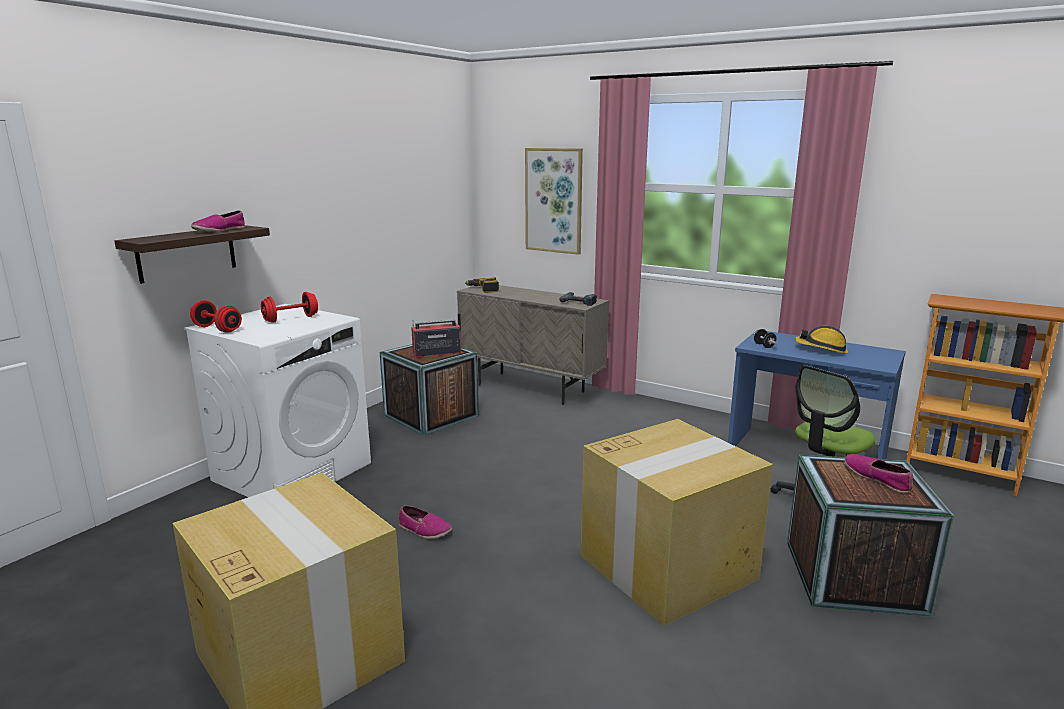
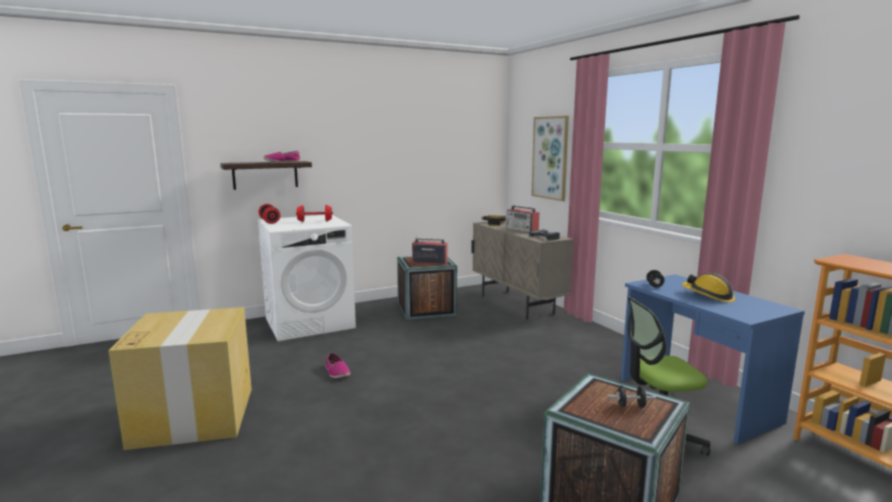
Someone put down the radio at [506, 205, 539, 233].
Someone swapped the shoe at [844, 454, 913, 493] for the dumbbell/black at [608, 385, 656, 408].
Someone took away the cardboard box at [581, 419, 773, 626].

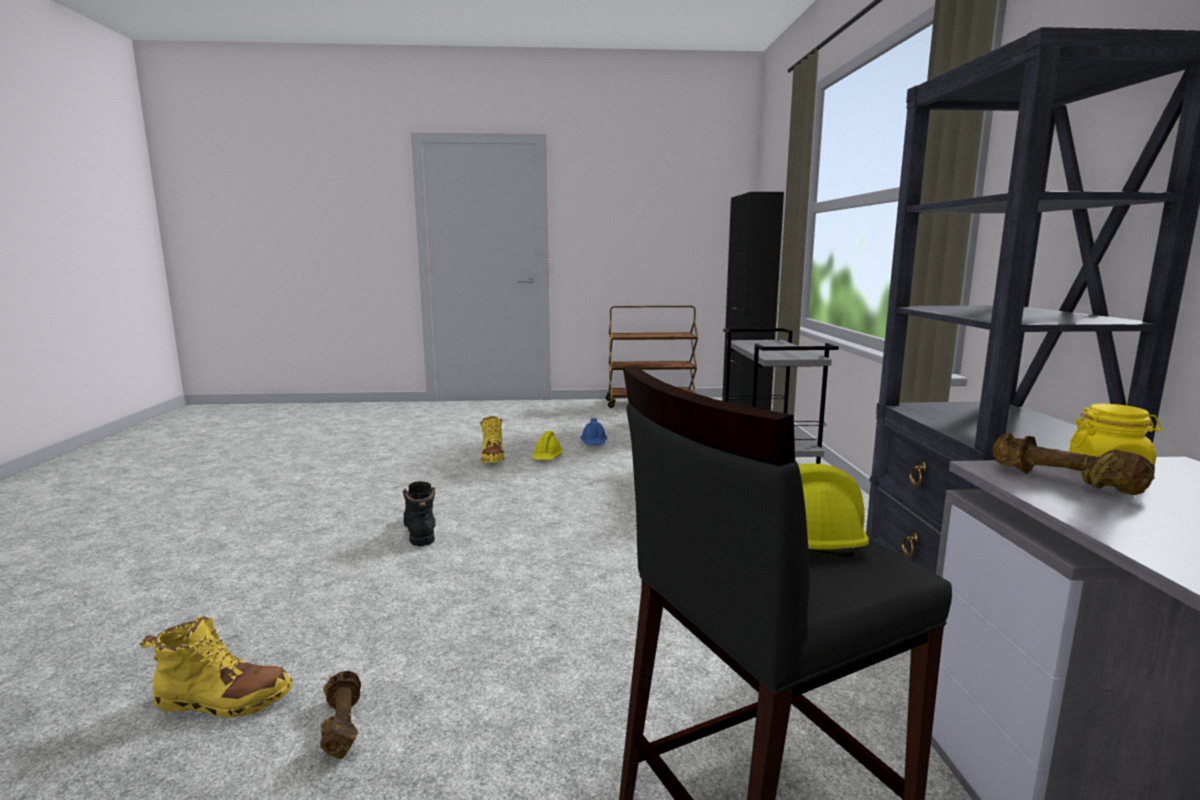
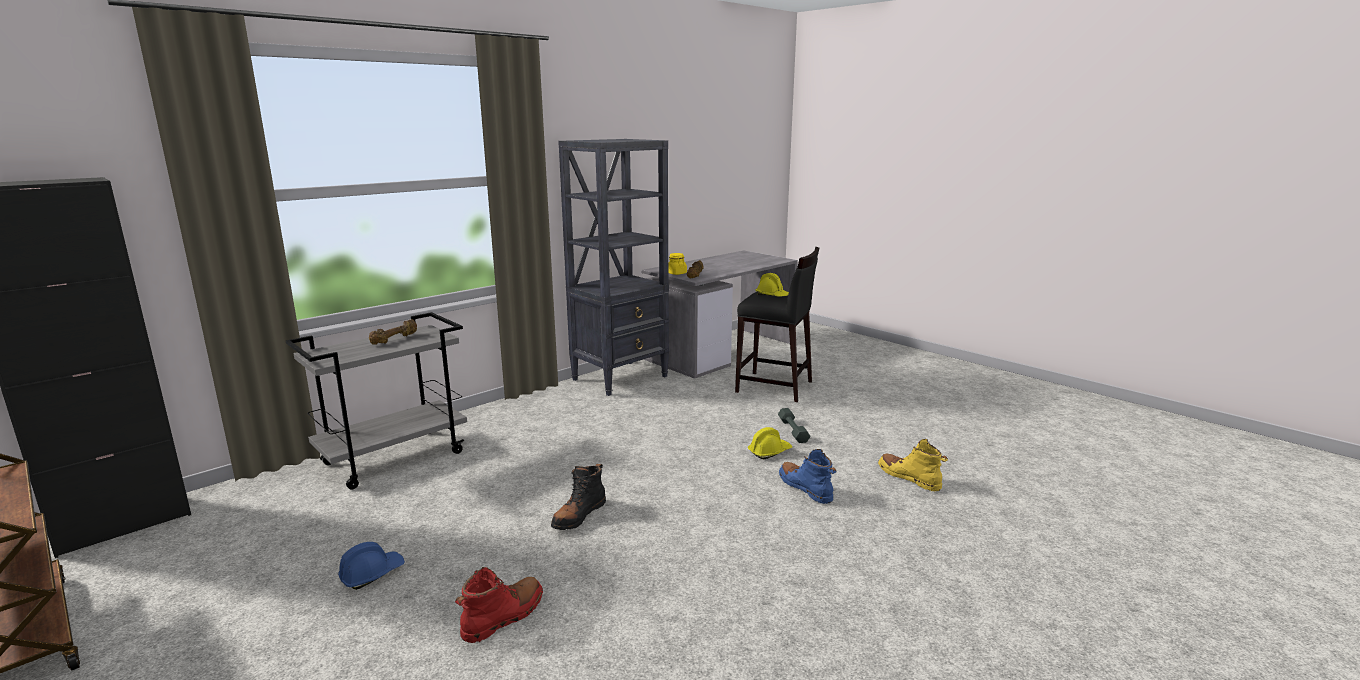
Someone carried the dumbbell/brown from [320, 671, 361, 759] to [369, 319, 417, 345].
Someone repainted the boot/yellow at [480, 416, 505, 464], which became the boot/red at [455, 567, 543, 643].
Someone carried the boot/black from [403, 481, 435, 546] to [551, 464, 606, 530].
Someone carried the hard hat/yellow from [532, 431, 563, 460] to [748, 427, 792, 459].
Someone put down the dumbbell/grey at [778, 408, 810, 443].
Someone put down the boot/blue at [779, 449, 837, 504].

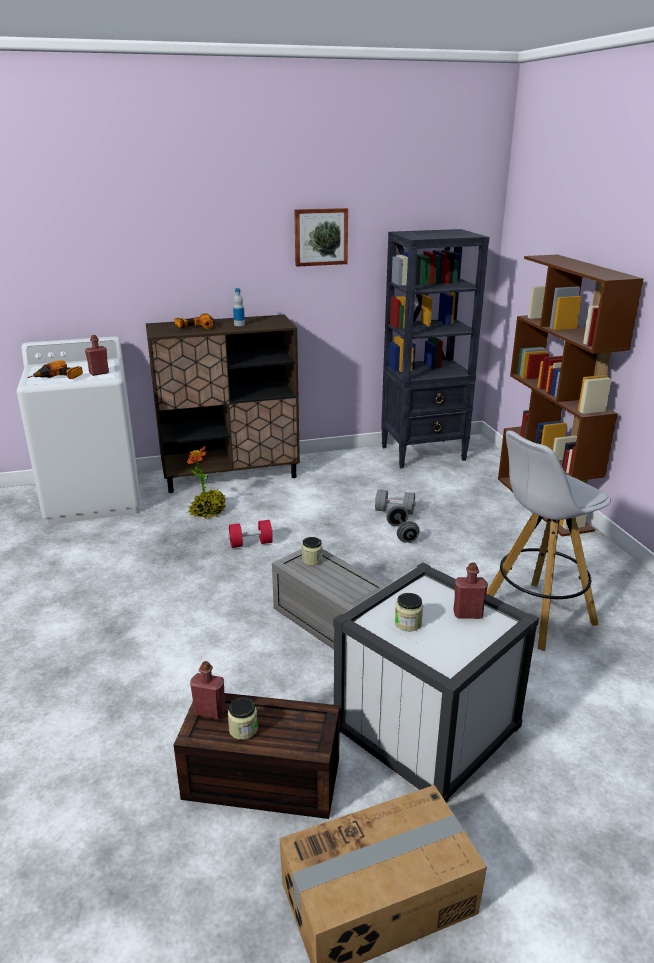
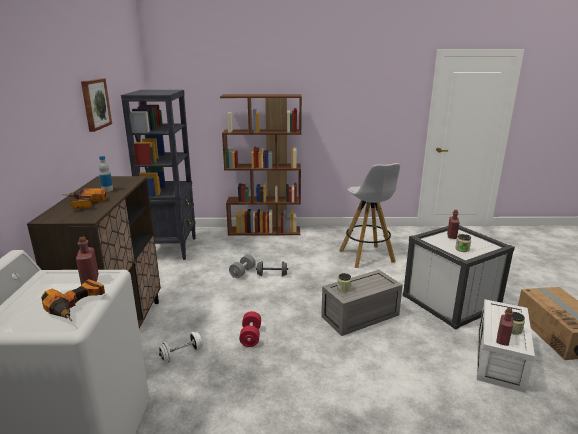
Someone swapped the potted plant at [187, 446, 226, 518] for the dumbbell/white at [159, 332, 203, 363].
Someone repainted the storage box/brown at [174, 693, 340, 819], which became the storage box/white at [477, 299, 535, 393].

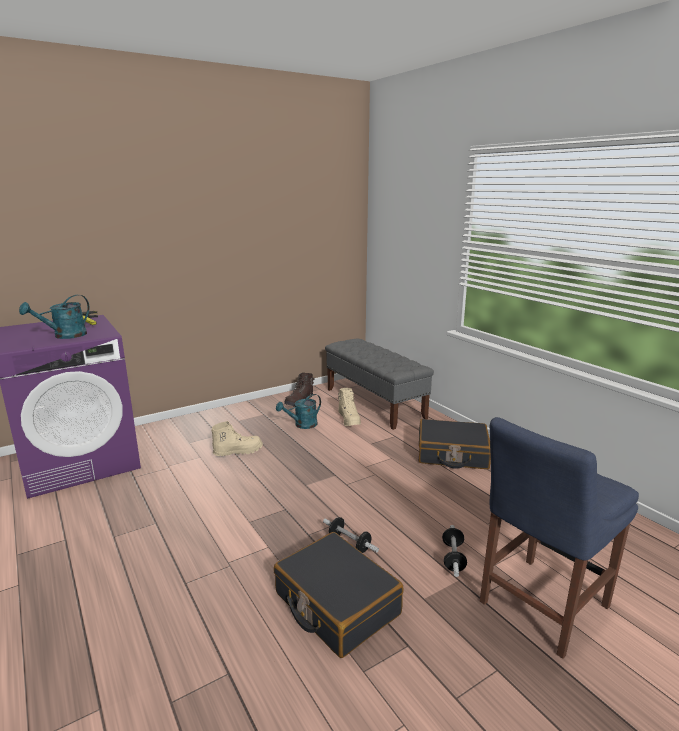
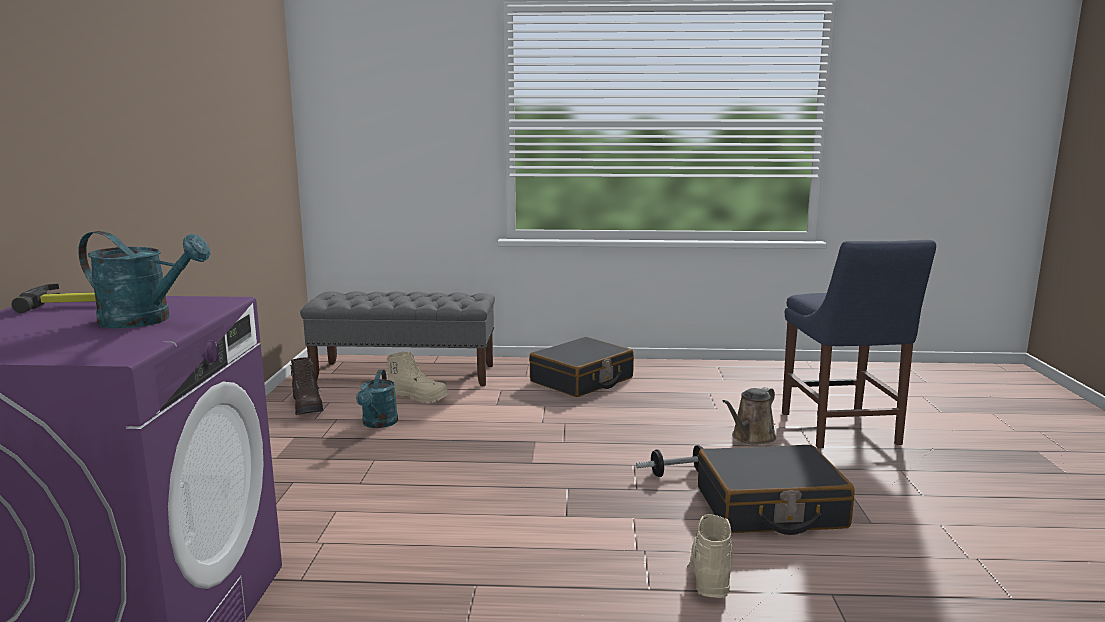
Someone rotated the watering can/turquoise at [19, 295, 90, 339] by 60 degrees counterclockwise.
Someone carried the boot/beige from [211, 421, 263, 456] to [687, 515, 732, 598].
Someone swapped the dumbbell at [442, 525, 467, 577] for the watering can/brown at [723, 387, 776, 445].

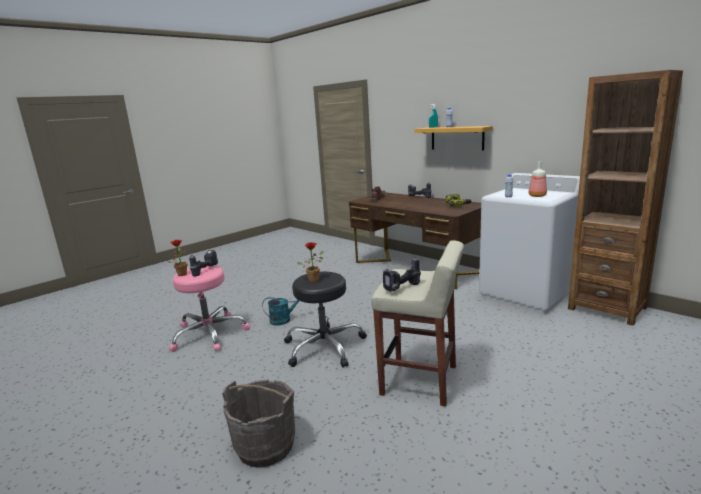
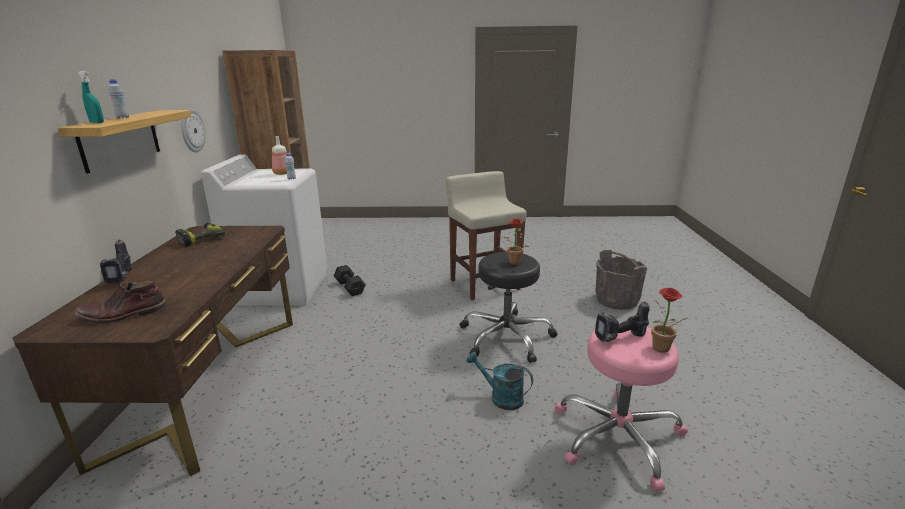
Someone put up the wall clock at [181, 109, 206, 152].
Someone put down the dumbbell/black at [334, 265, 366, 296].
Someone took away the power drill at [383, 257, 421, 292].

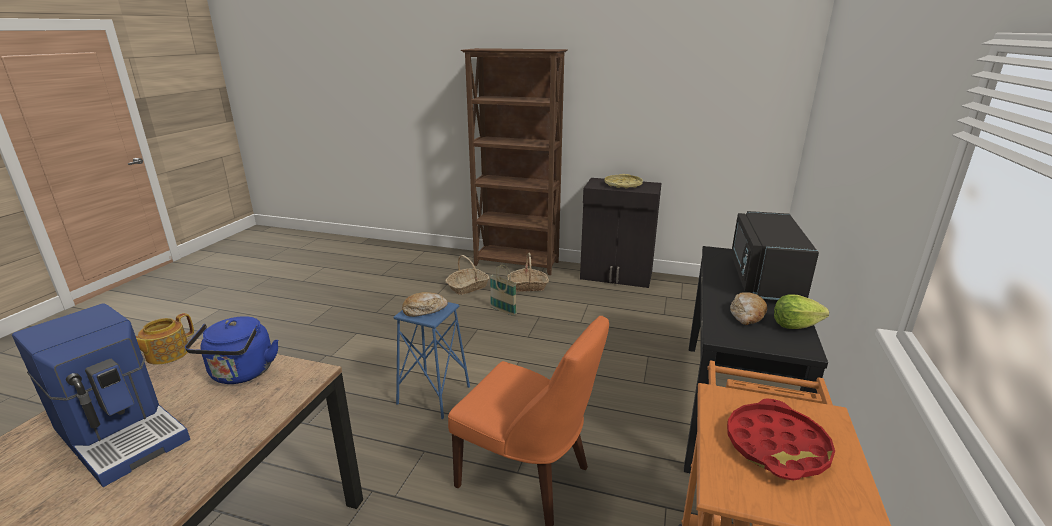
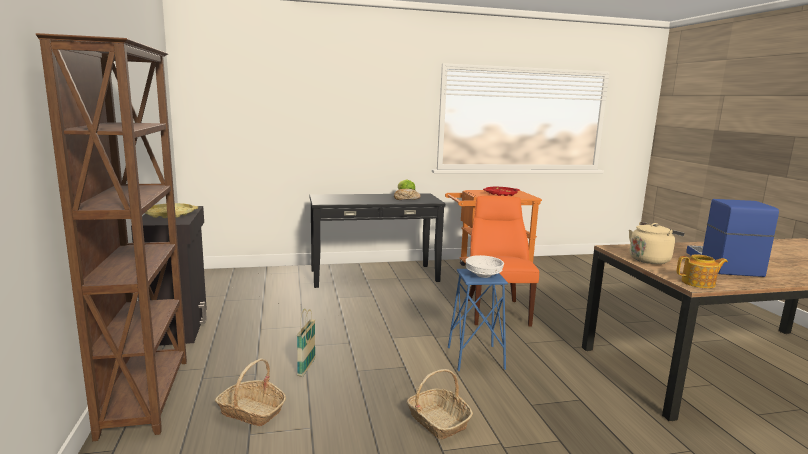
Someone carried the basket from [508, 253, 549, 292] to [407, 369, 473, 440].
Someone swapped the bread at [402, 292, 448, 317] for the bowl/white at [466, 255, 504, 278].
Someone repainted the kettle/blue at [185, 316, 278, 384], which became the kettle/beige at [629, 222, 685, 264].
Someone took away the microwave/black at [731, 211, 819, 300].

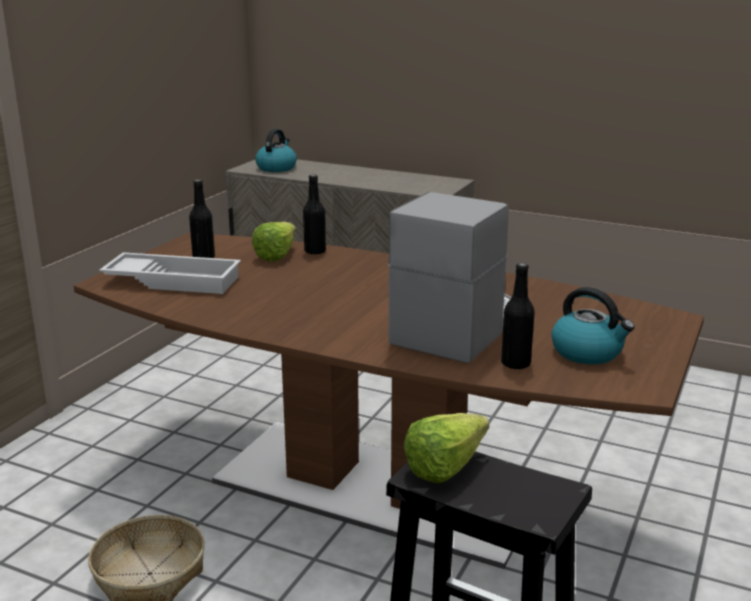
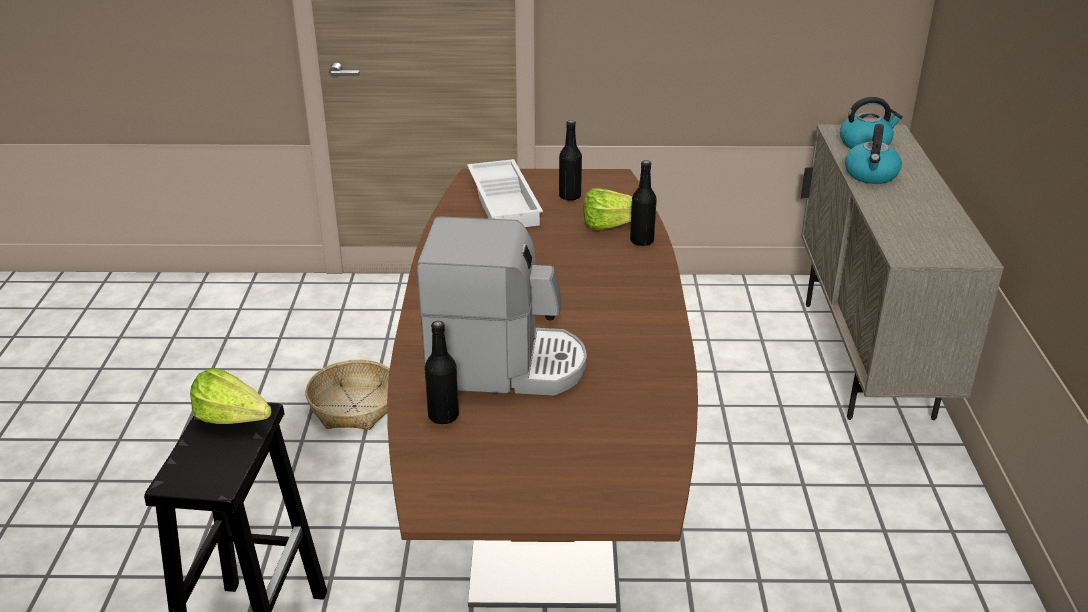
Someone carried the kettle from [551, 287, 635, 364] to [845, 124, 902, 184].

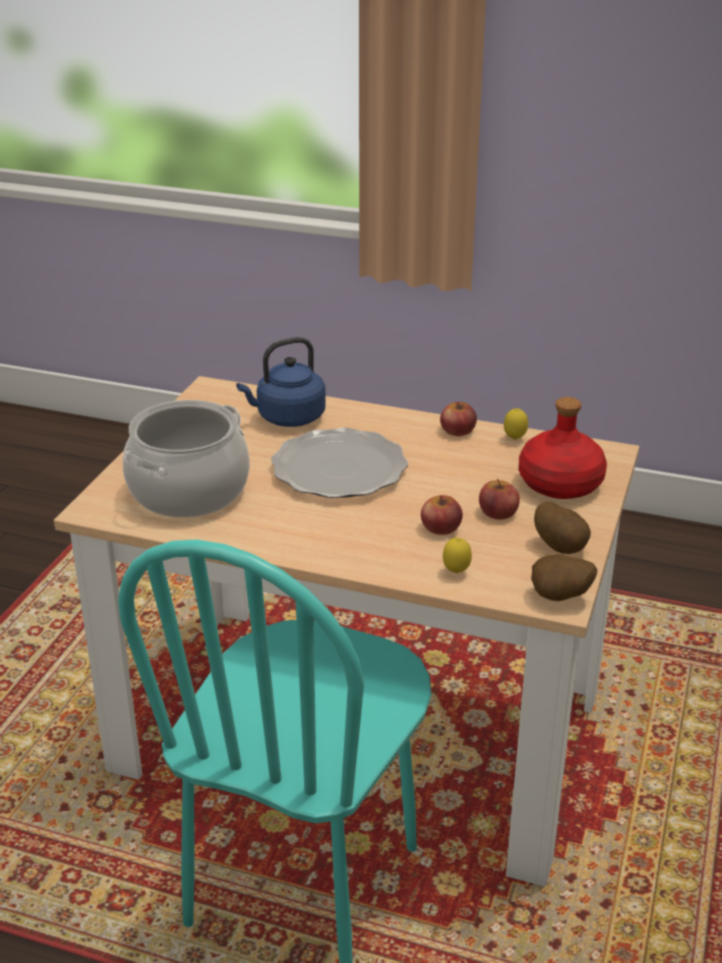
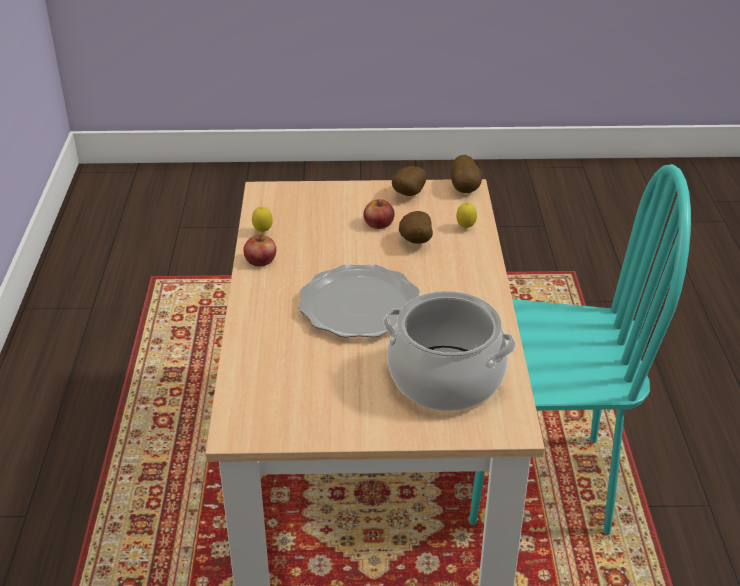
Someone swapped the apple at [421, 495, 463, 535] for the potato at [399, 211, 433, 244].
Someone took away the kettle/blue at [236, 337, 326, 427].
Someone took away the bottle/red at [519, 397, 607, 499].

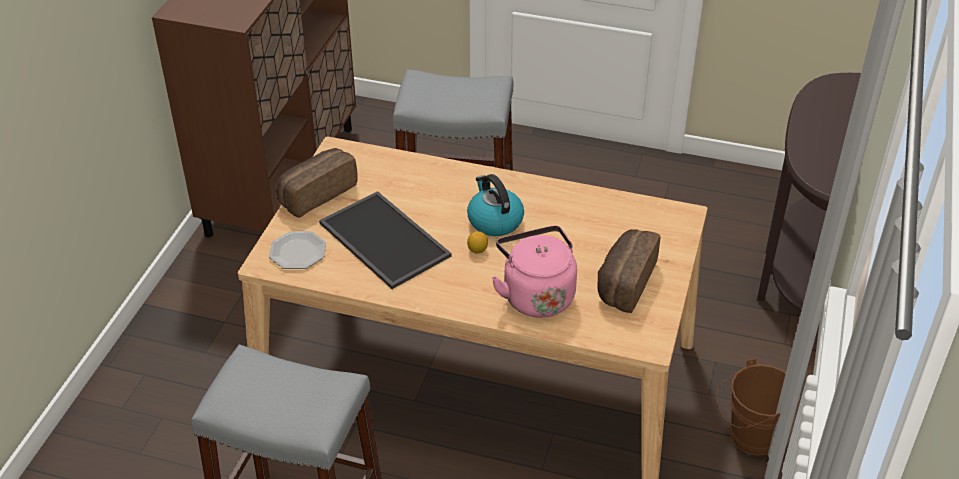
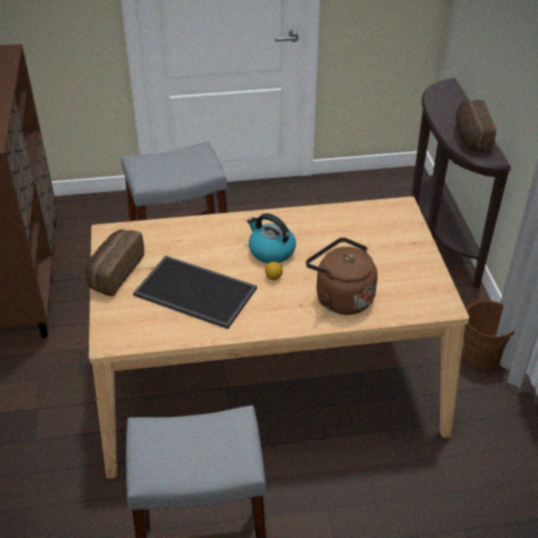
Someone repainted the kettle/pink at [491, 226, 577, 318], which became the kettle/brown at [306, 237, 378, 315].
Someone carried the bread from [597, 229, 661, 313] to [456, 100, 496, 152].
Someone took away the plate at [269, 231, 326, 269].

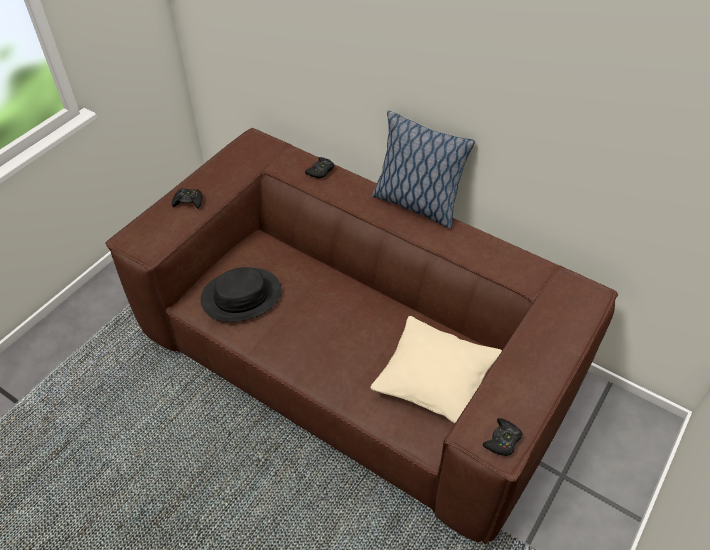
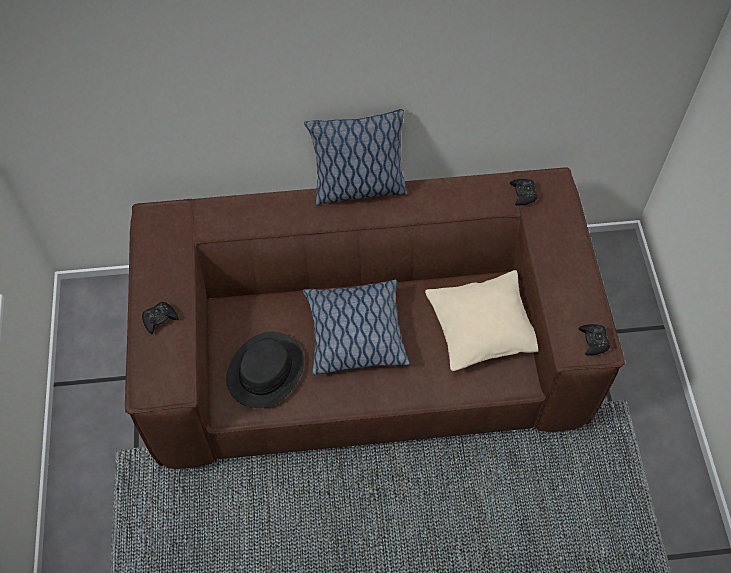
Someone put down the pillow at [303, 279, 410, 375].
Someone carried the game controller/black from [305, 157, 335, 178] to [510, 179, 538, 206].

